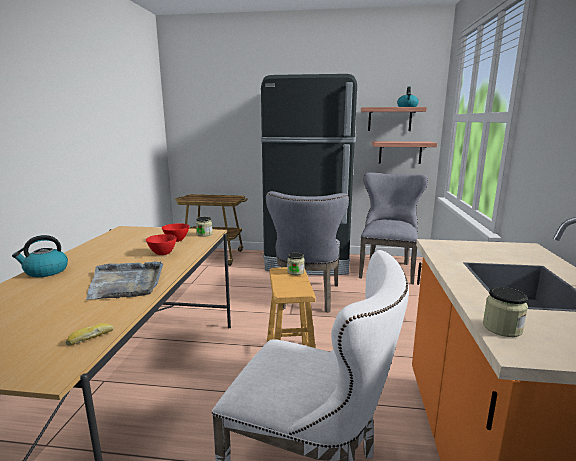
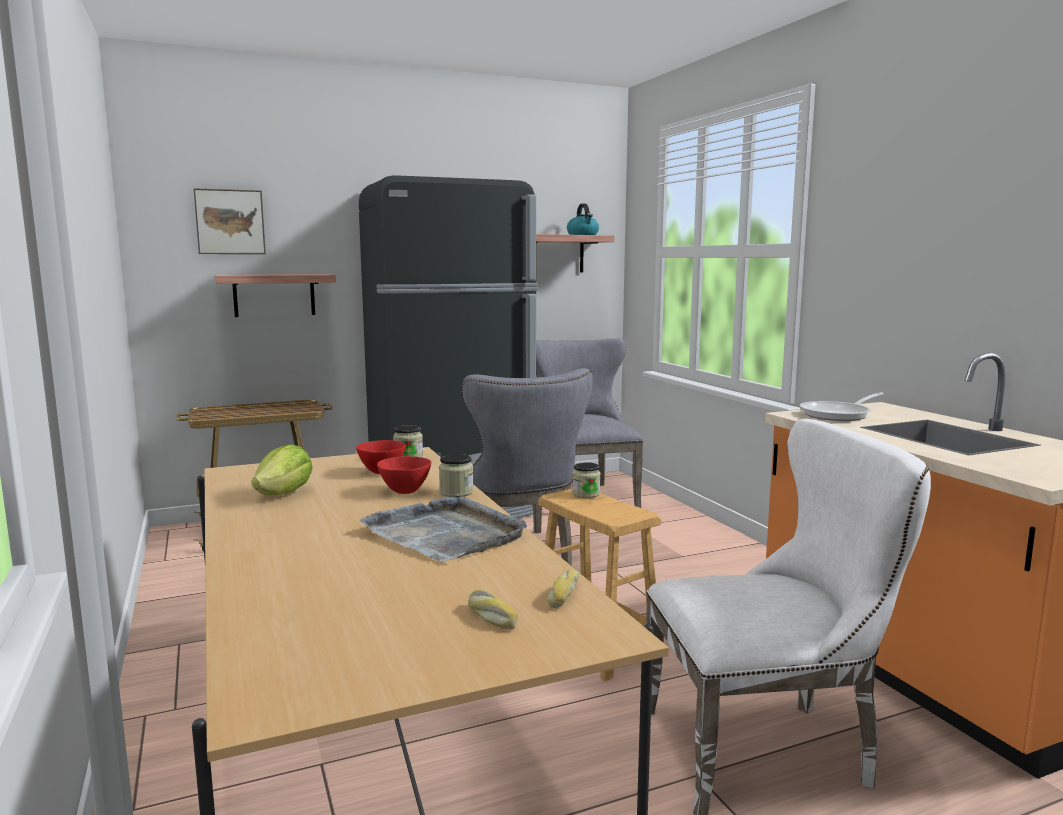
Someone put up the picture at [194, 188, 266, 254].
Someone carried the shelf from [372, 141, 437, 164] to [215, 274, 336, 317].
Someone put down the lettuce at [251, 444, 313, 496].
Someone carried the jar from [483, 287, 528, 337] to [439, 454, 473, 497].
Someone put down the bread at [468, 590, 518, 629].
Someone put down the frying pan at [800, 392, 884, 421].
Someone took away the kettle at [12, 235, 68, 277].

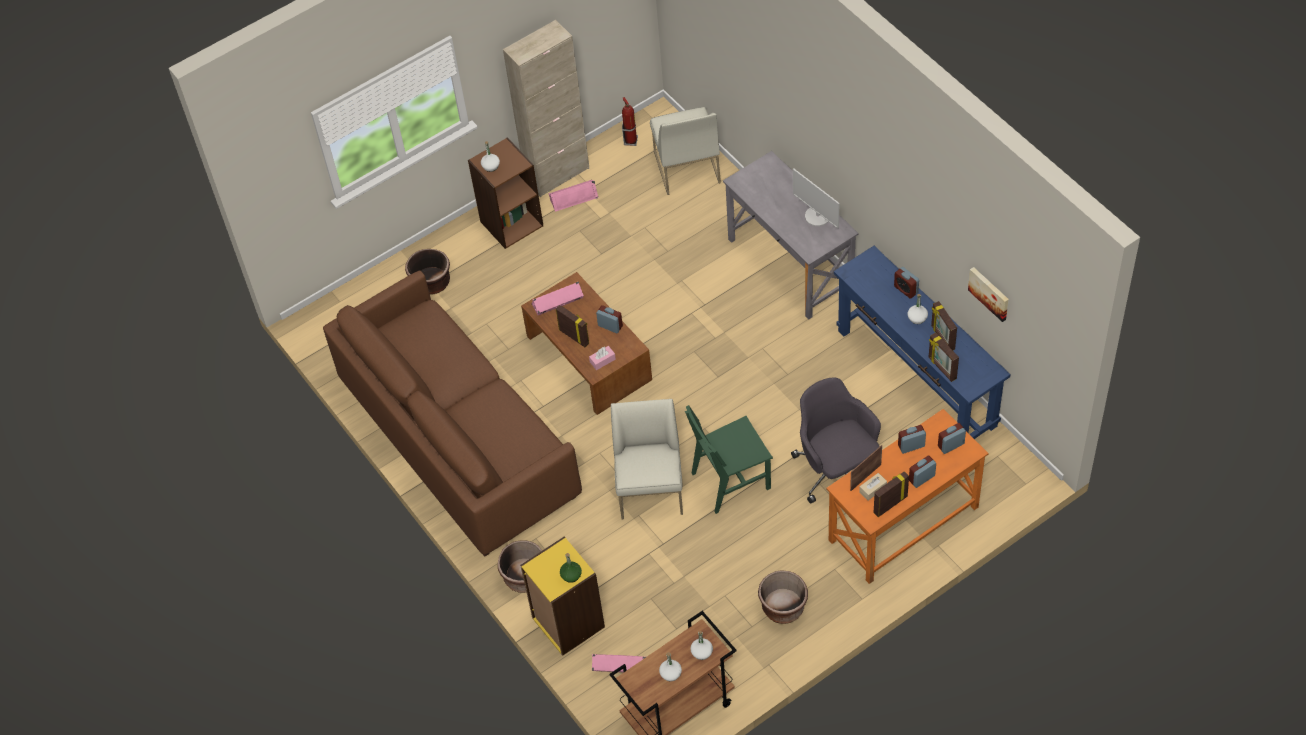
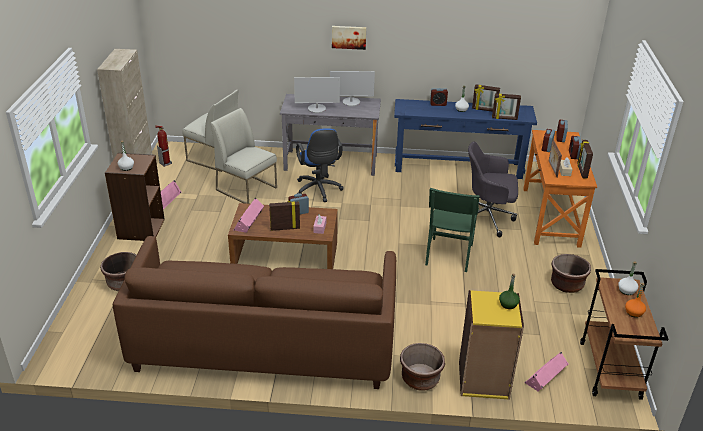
Someone carried the chair/white from [611, 399, 683, 520] to [211, 108, 277, 204].
Someone put down the monitor at [294, 77, 340, 113].
Someone put down the office chair/blue at [296, 128, 343, 202].
Someone carried the picture from [968, 267, 1009, 322] to [332, 26, 366, 50].
Someone repainted the bottle/white at [659, 652, 682, 681], which became the bottle/orange at [625, 283, 646, 318].

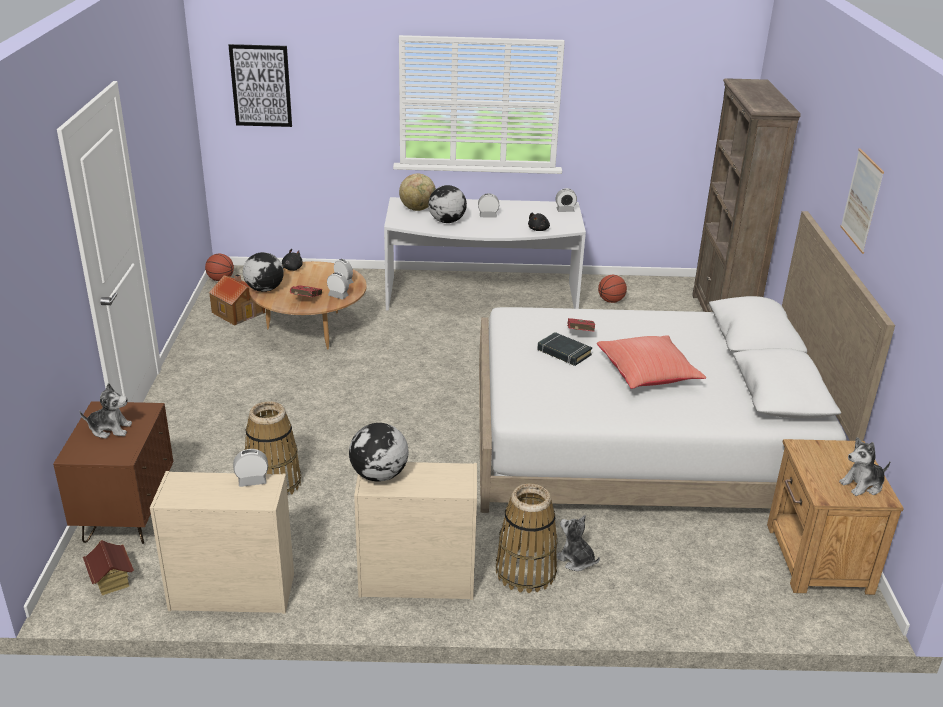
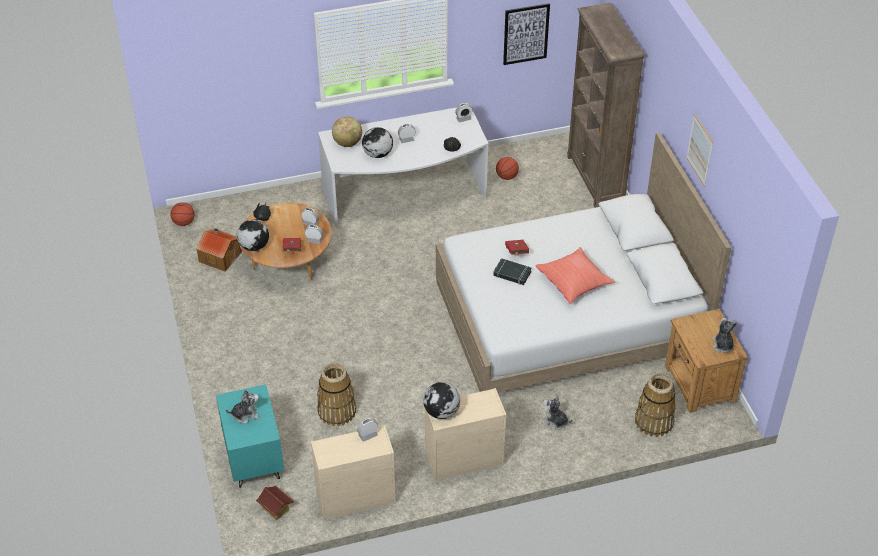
Someone repainted the nightstand/brown at [53, 401, 173, 544], which became the nightstand/turquoise at [216, 384, 284, 488].
Someone carried the picture from [229, 44, 292, 127] to [503, 3, 550, 65].
Someone carried the basket from [496, 484, 558, 593] to [635, 373, 676, 437].
Someone rotated the plush toy at [839, 437, 890, 496] by 120 degrees clockwise.

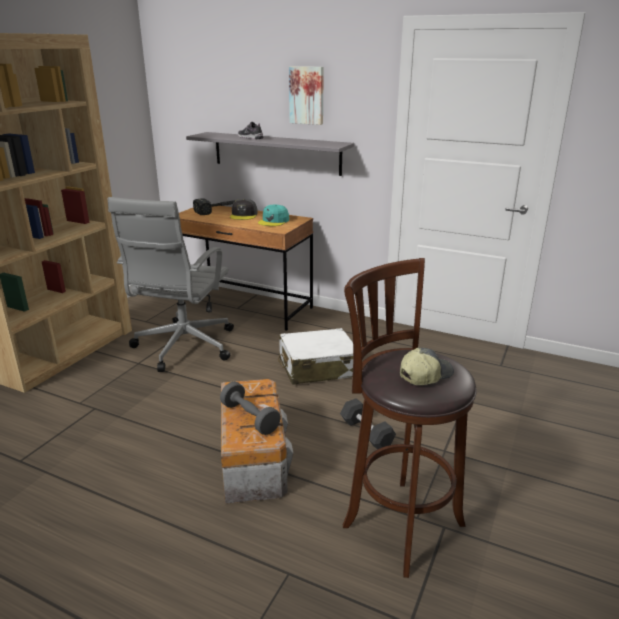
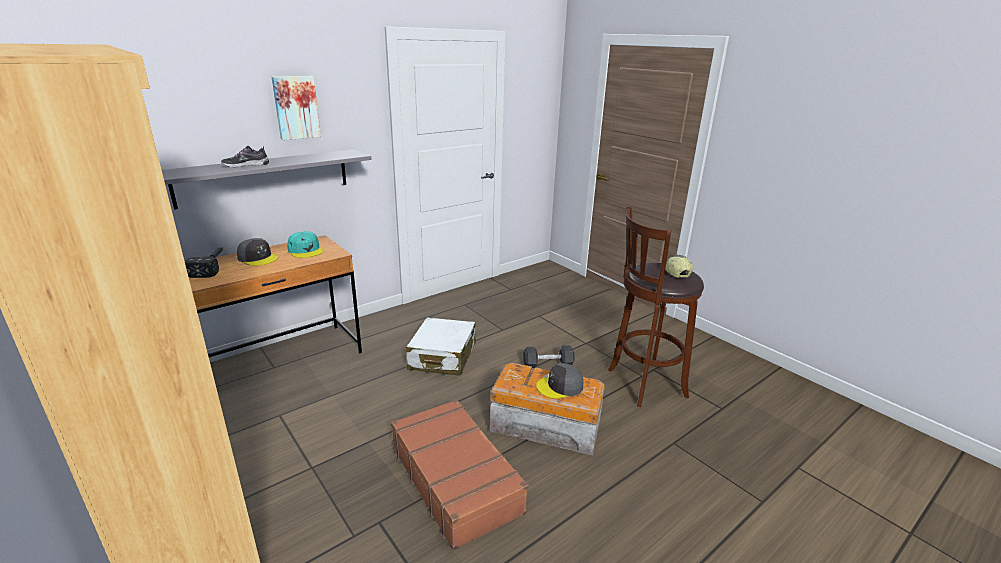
Someone put down the suitcase/brown at [391, 399, 528, 551].
Someone swapped the dumbbell/grey at [220, 382, 281, 435] for the cap/grey at [536, 363, 584, 399].
Someone took away the office chair/grey at [108, 197, 234, 372].

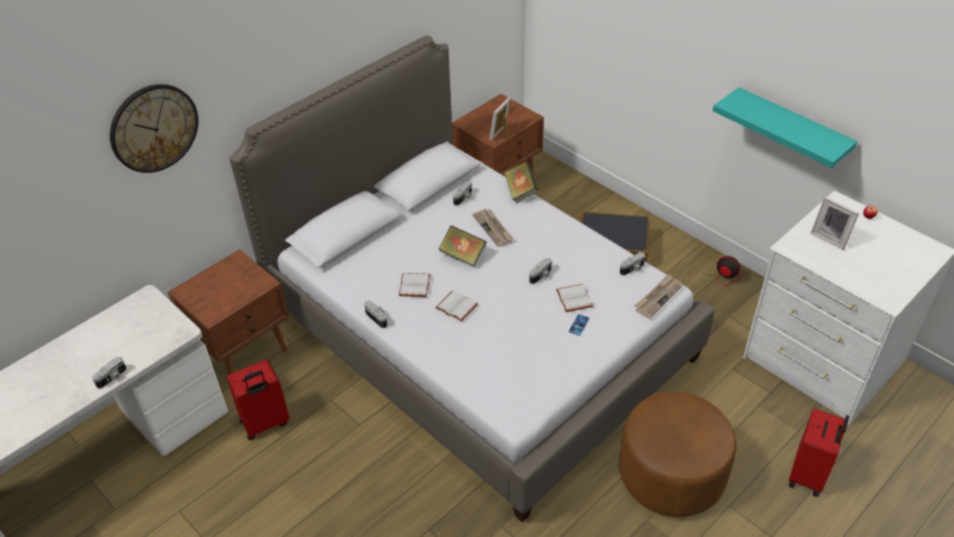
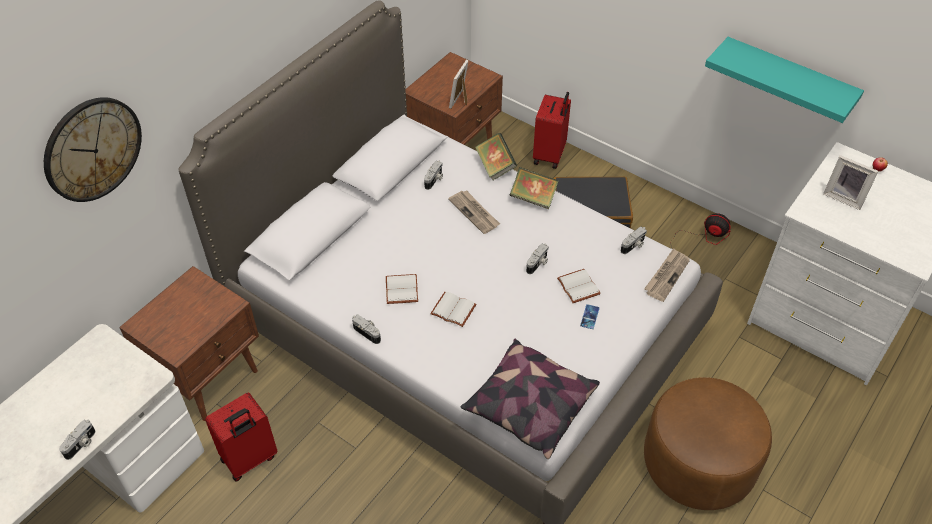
Someone put down the pillow at [461, 339, 600, 459].
Someone carried the book from [439, 225, 487, 267] to [509, 167, 559, 209].
Someone carried the suitcase/red from [789, 408, 849, 497] to [533, 92, 571, 169].

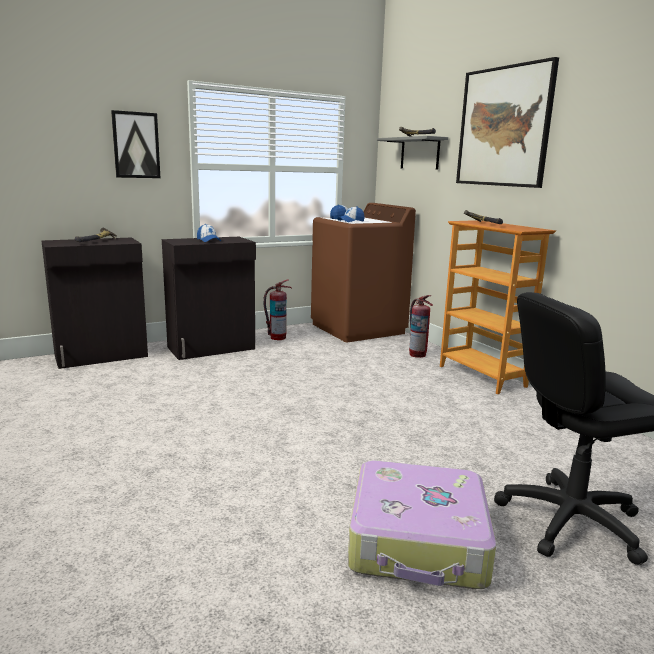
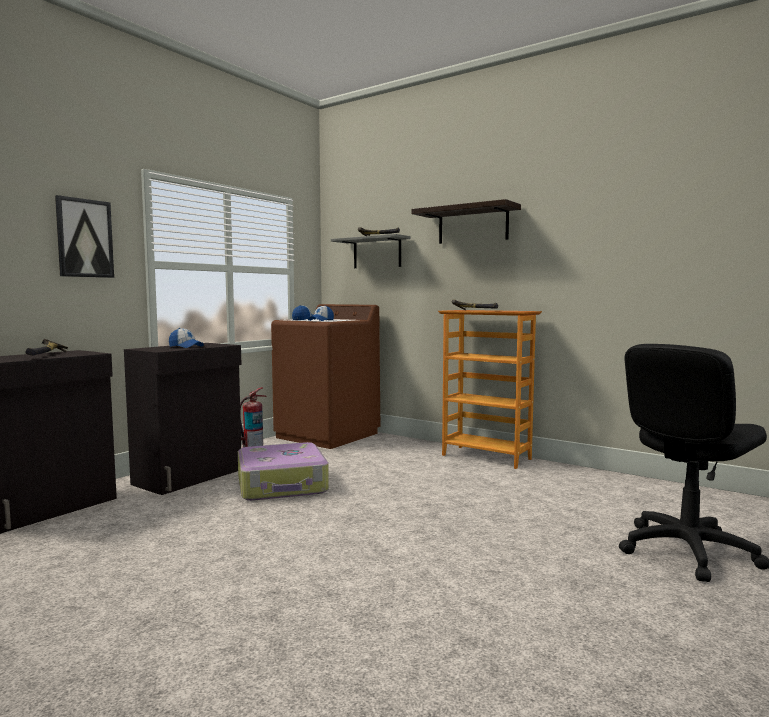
Someone carried the suitcase from [348, 461, 496, 589] to [238, 442, 329, 501].
Someone swapped the picture at [456, 57, 559, 188] for the shelf at [412, 199, 521, 244].
Someone took away the fire extinguisher at [409, 295, 433, 358].

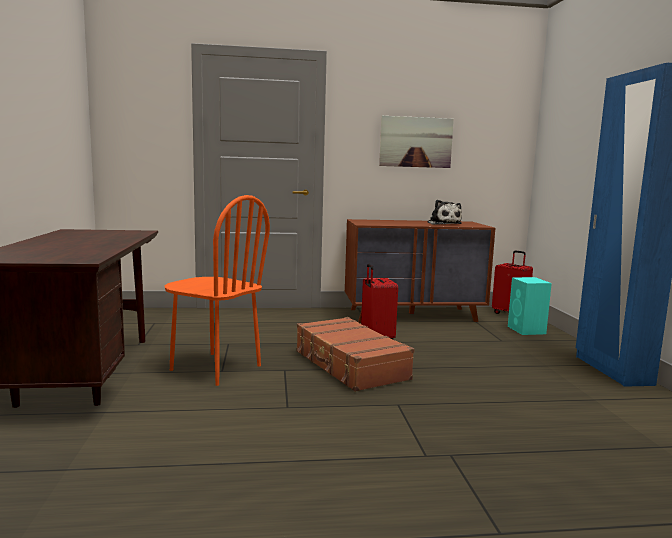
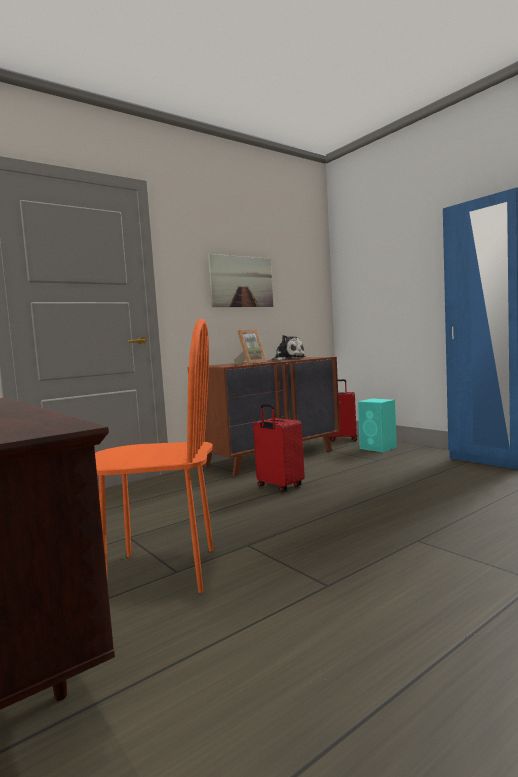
Someone put down the picture frame at [234, 330, 267, 365].
Someone took away the suitcase/brown at [296, 317, 414, 392].

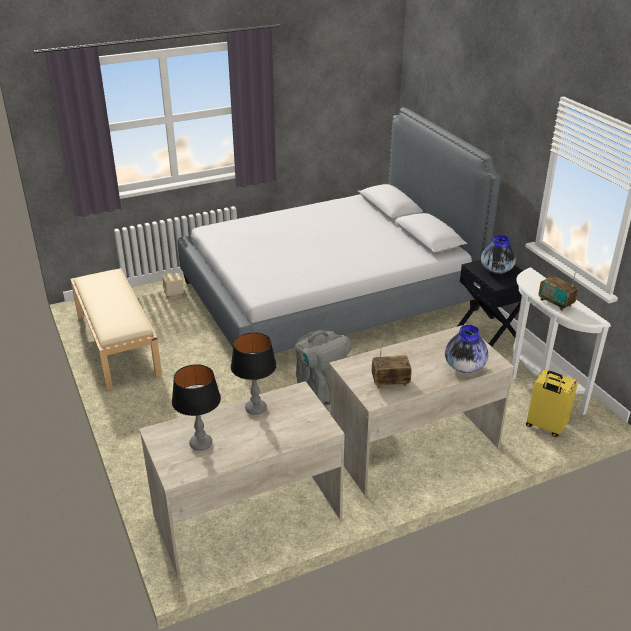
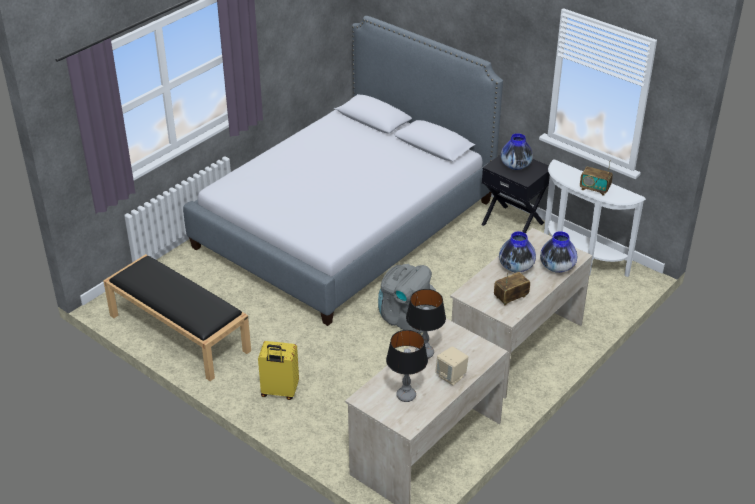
Someone repainted the bench/beige at [70, 268, 162, 390], which became the bench/black at [103, 254, 251, 381].
Someone carried the suitcase/yellow from [526, 369, 578, 437] to [258, 341, 299, 400].
Someone carried the speaker/beige from [163, 273, 183, 299] to [435, 346, 468, 385].
Someone put down the vase at [499, 231, 536, 273].

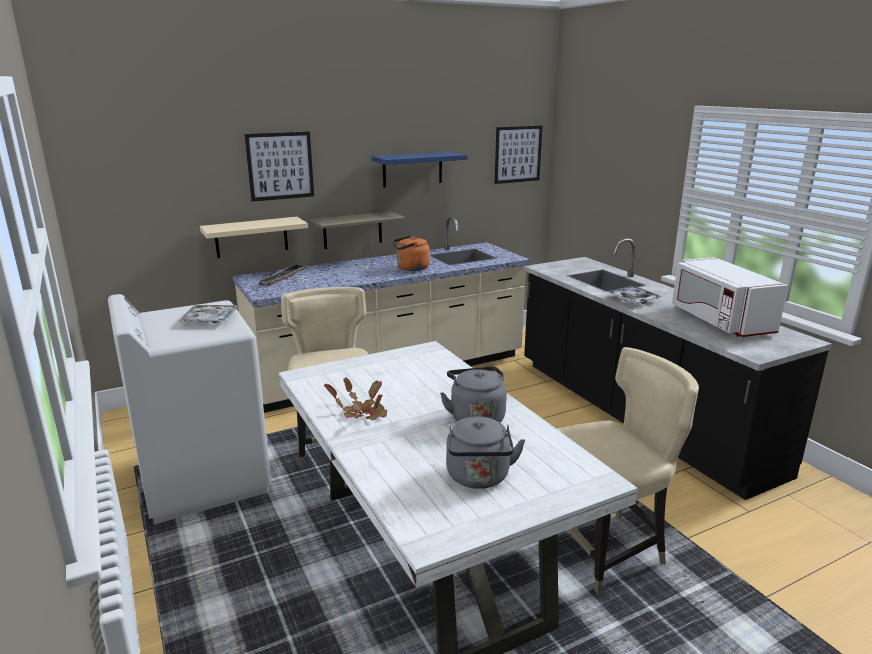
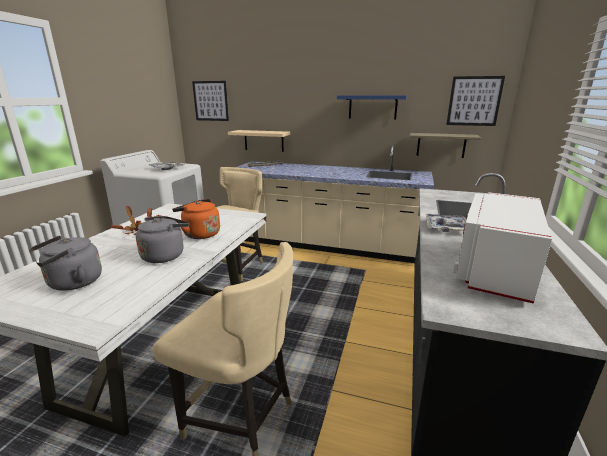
Someone carried the kettle/orange from [392, 235, 430, 271] to [172, 199, 220, 239].
Someone carried the picture from [245, 132, 314, 202] to [192, 81, 229, 121].
Someone carried the shelf from [311, 211, 405, 249] to [410, 133, 481, 158].

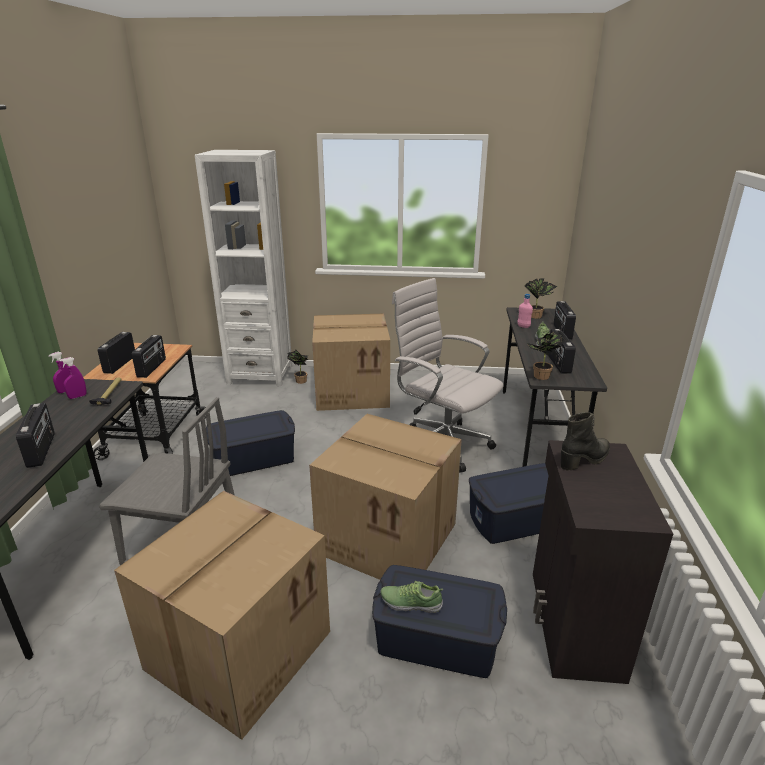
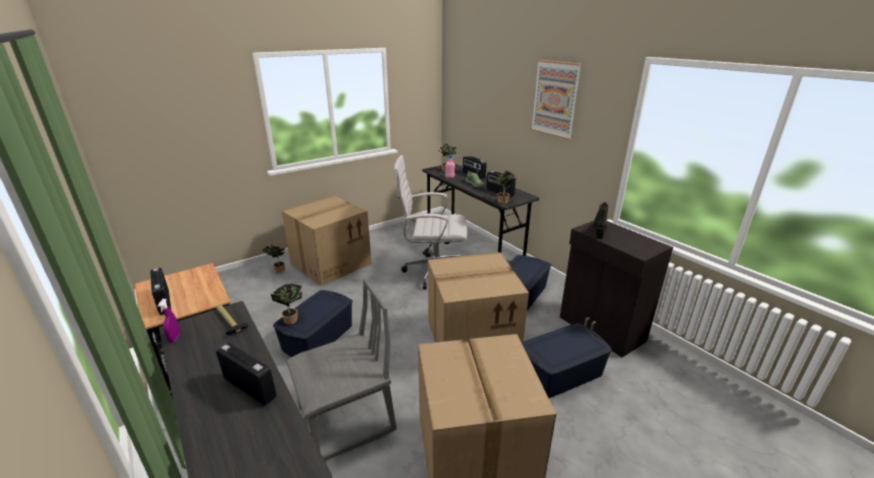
Someone put down the potted plant at [271, 284, 302, 325].
Someone put up the picture at [531, 60, 582, 140].
Someone took away the spray bottle/purple at [59, 357, 87, 399].
Someone took away the radio at [132, 335, 166, 378].
Someone took away the bookcase/white at [195, 150, 292, 387].
Someone took away the shoe at [380, 581, 444, 613].

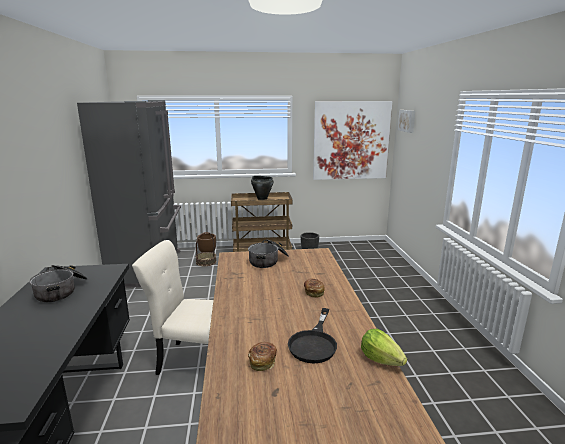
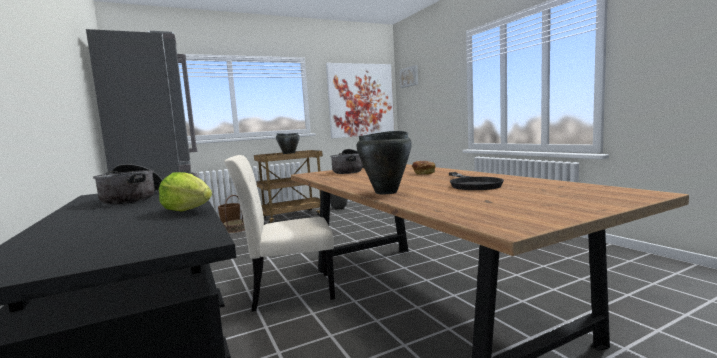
Someone carried the lettuce from [361, 329, 407, 366] to [159, 172, 212, 212].
Someone put down the cooking pot/black at [356, 131, 412, 194].
Someone took away the bread at [248, 342, 277, 371].

